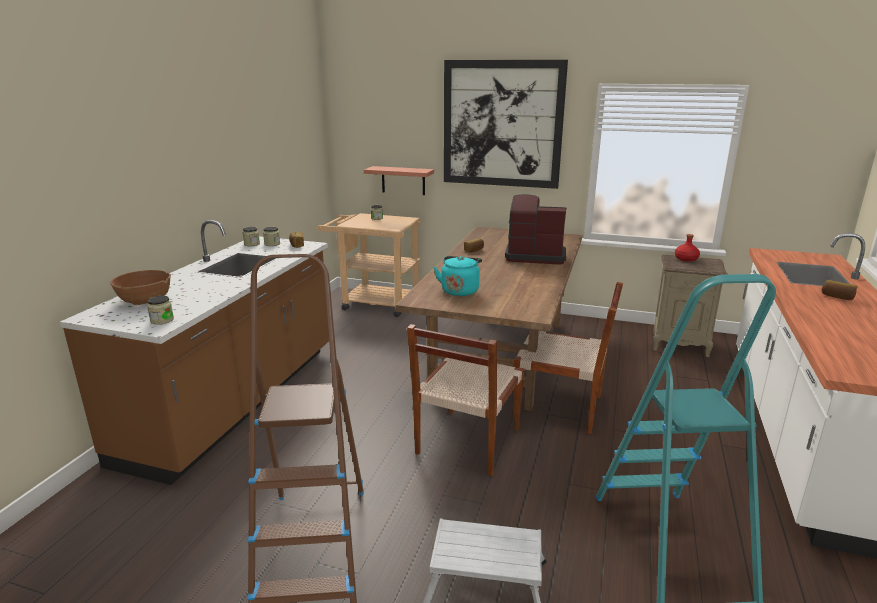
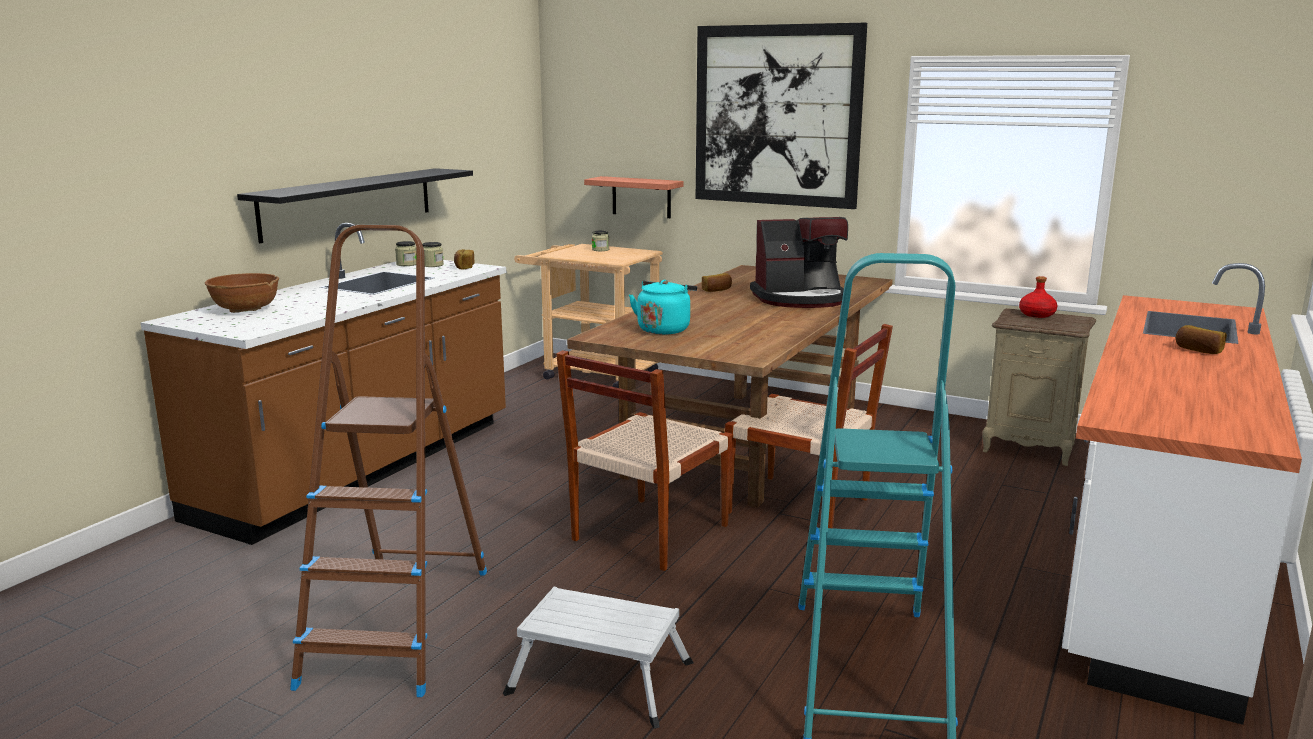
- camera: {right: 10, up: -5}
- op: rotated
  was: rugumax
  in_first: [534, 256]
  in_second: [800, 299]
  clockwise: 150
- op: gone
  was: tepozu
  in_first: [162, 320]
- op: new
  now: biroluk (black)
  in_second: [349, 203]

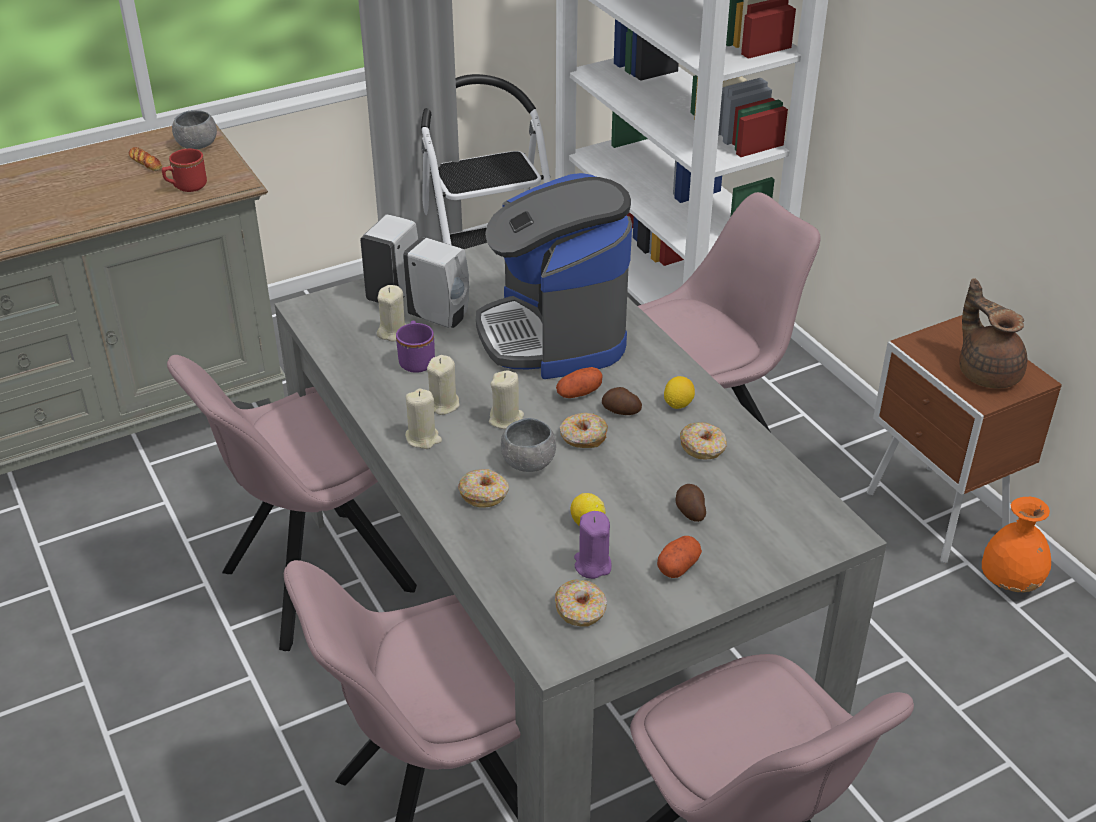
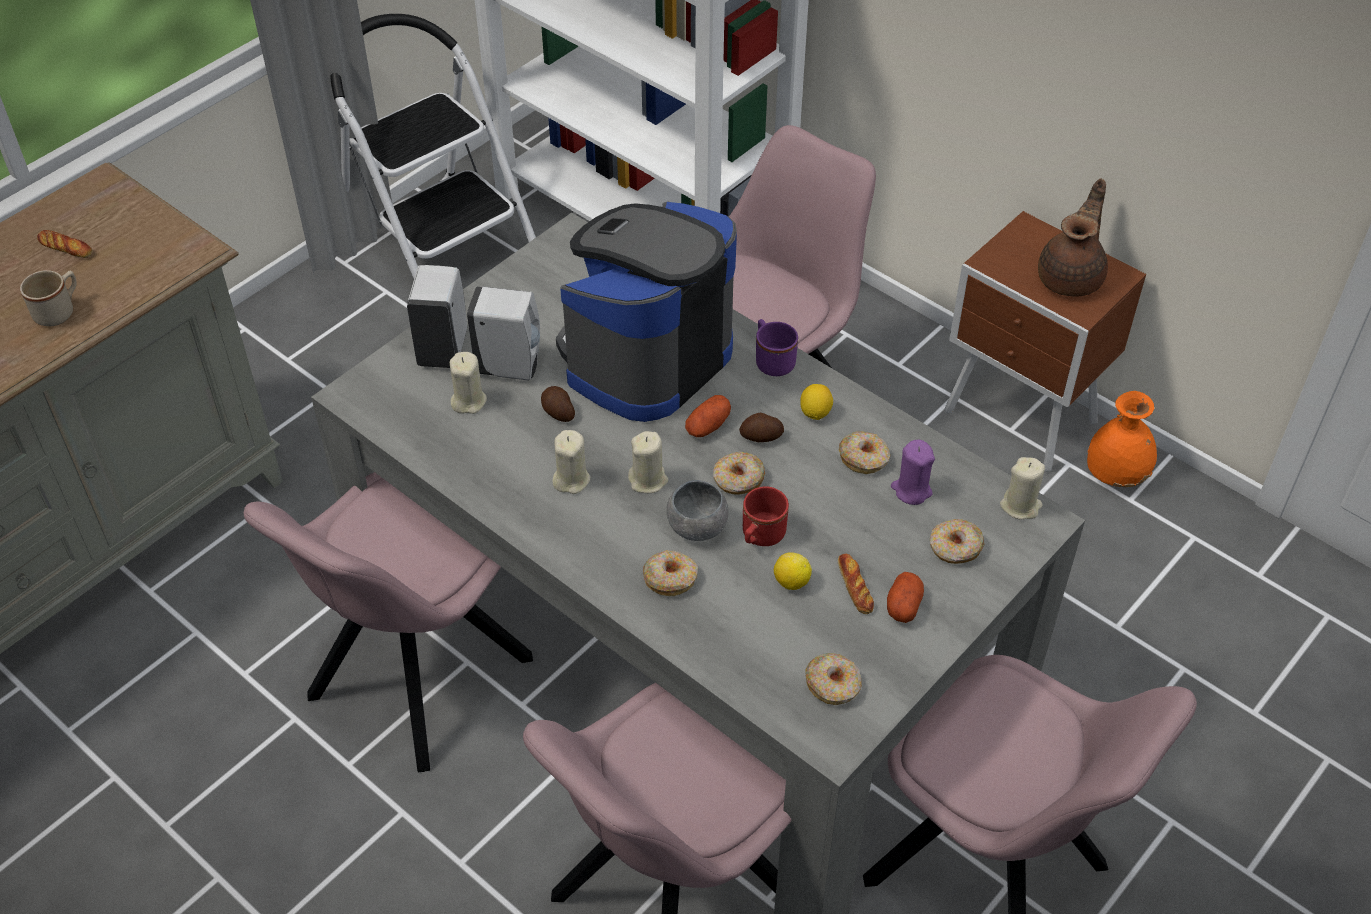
- camera: {right: -20, up: 10}
- op: gone
  was: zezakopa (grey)
  in_first: [197, 145]
- op: shifted
  was: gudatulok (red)
  in_first: [186, 187]
  in_second: [760, 537]
- op: rotated
  was: rugumax
  in_first: [554, 334]
  in_second: [645, 358]
  clockwise: 75
- op: rotated
  was: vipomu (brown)
  in_first: [987, 372]
  in_second: [1072, 277]
  clockwise: 75
- op: shifted
  was: gudatulok (purple)
  in_first: [416, 360]
  in_second: [772, 360]
- op: shifted
  was: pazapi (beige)
  in_first: [423, 438]
  in_second: [1020, 506]
- op: shifted
  was: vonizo
  in_first: [689, 511]
  in_second: [557, 412]
- op: shifted
  was: pazapi (purple)
  in_first: [592, 565]
  in_second: [911, 490]
- op: new
  now: gudatulok (beige)
  in_second: [59, 311]
- op: new
  now: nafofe
  in_second: [955, 548]
- op: new
  now: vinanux
  in_second: [854, 587]

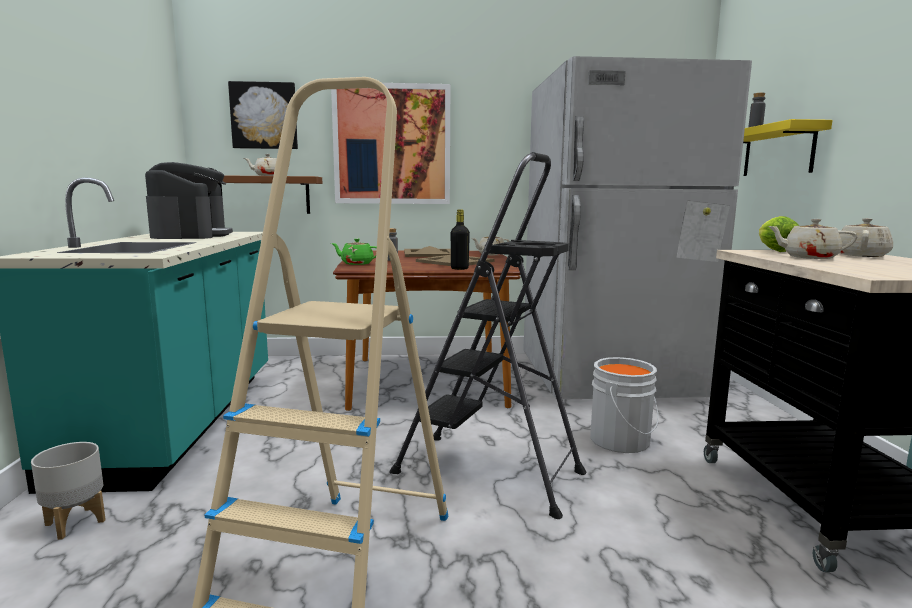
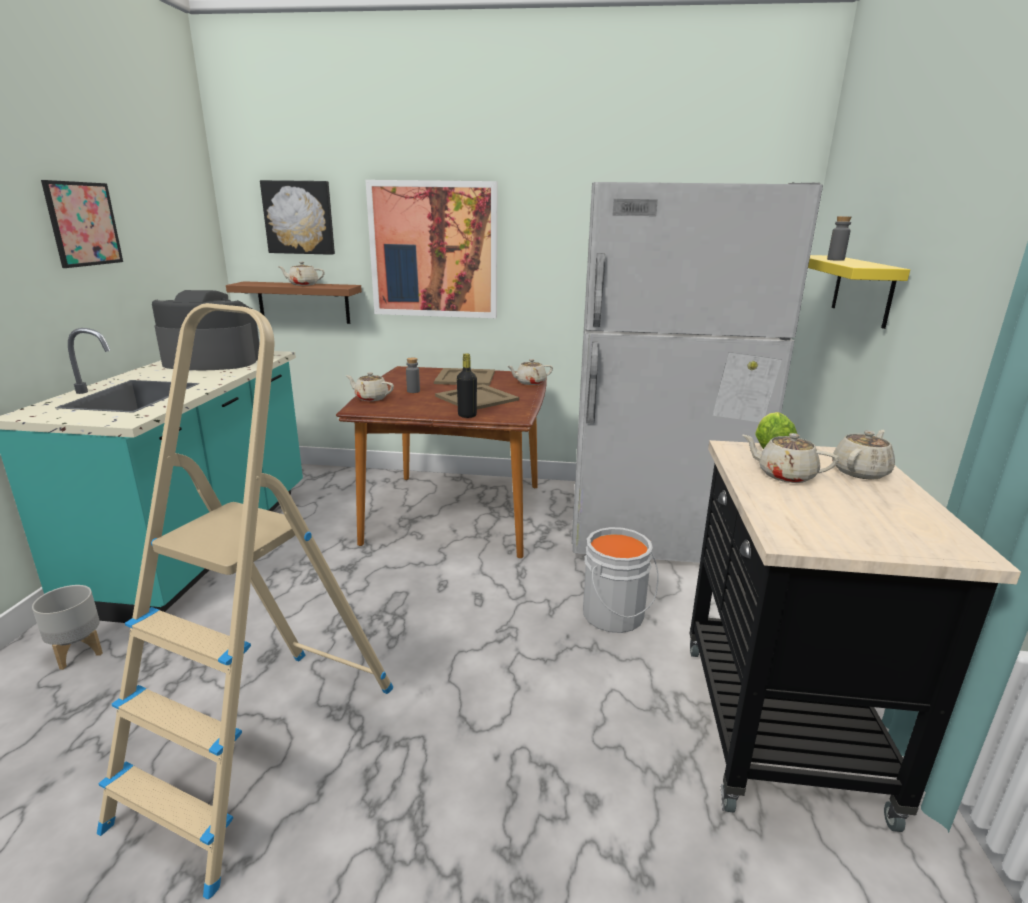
- camera: {right: 10, up: 10}
- op: gone
  was: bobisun
  in_first: [490, 472]
- op: rotated
  was: rugumax
  in_first: [191, 235]
  in_second: [211, 361]
  clockwise: -90
- op: repainted
  was: vipomu (green)
  now: vipomu (beige)
  in_first: [356, 263]
  in_second: [371, 398]
- op: new
  now: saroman
  in_second: [83, 224]

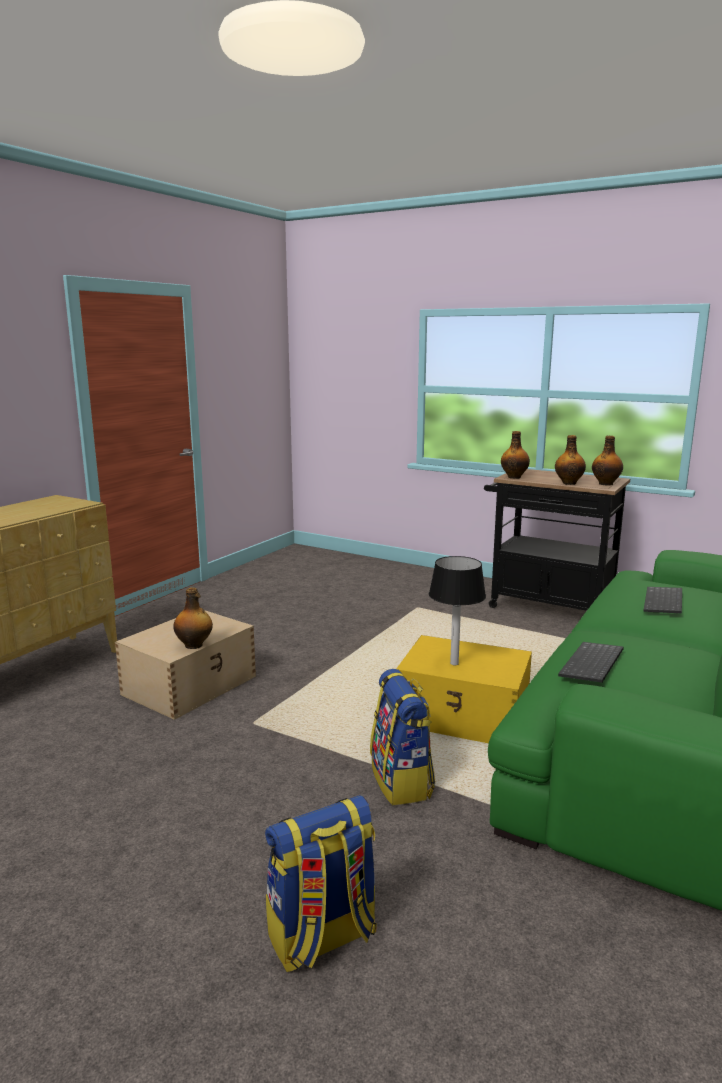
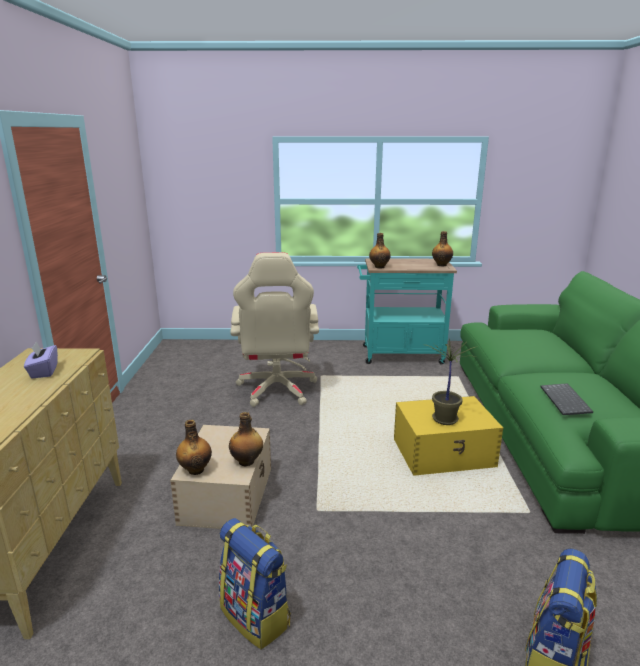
- camera: {right: -30, up: 5}
- op: shifted
  was: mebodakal
  in_first: [569, 483]
  in_second: [195, 469]
- op: repainted
  was: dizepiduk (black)
  now: dizepiduk (turquoise)
  in_first: [546, 607]
  in_second: [399, 355]
- op: swapped
  was: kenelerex
  now: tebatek
  in_first: [454, 663]
  in_second: [444, 419]
- op: gone
  was: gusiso
  in_first: [664, 602]
- op: shifted
  was: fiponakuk
  in_first: [402, 782]
  in_second: [256, 616]
- op: new
  now: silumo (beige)
  in_second: [277, 389]
- op: new
  now: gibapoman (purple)
  in_second: [43, 371]

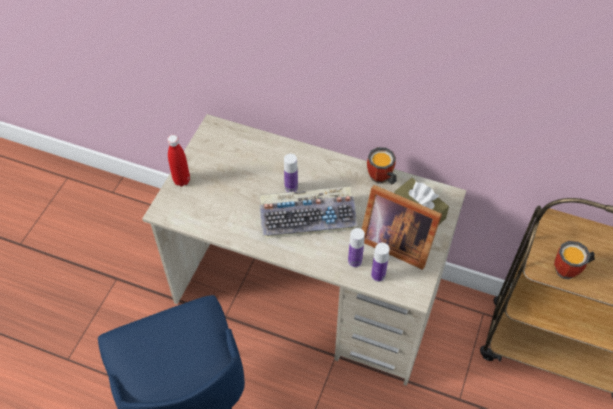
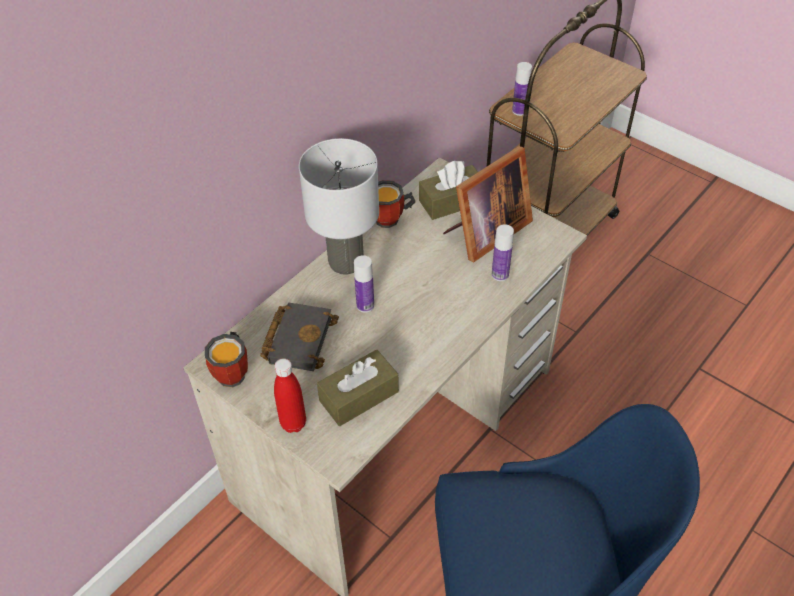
- camera: {right: -70, up: -5}
- op: gone
  was: gusiso
  in_first: [308, 216]
- op: shifted
  was: gudatulok
  in_first: [569, 271]
  in_second: [235, 372]
- op: shifted
  was: mebodakal
  in_first: [378, 275]
  in_second: [519, 111]
- op: new
  now: kenelerex (white)
  in_second: [347, 264]
- op: new
  now: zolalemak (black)
  in_second: [298, 338]
- op: new
  now: gibapoman (brown)
  in_second: [359, 396]

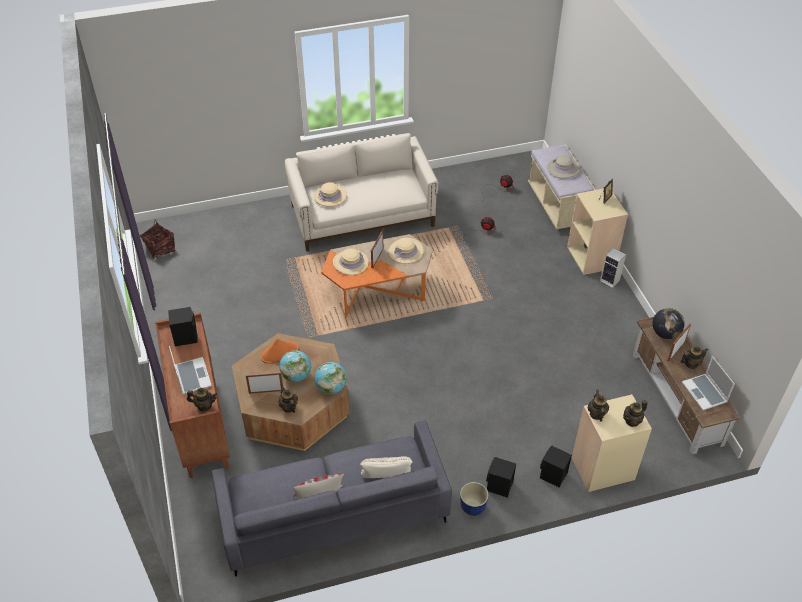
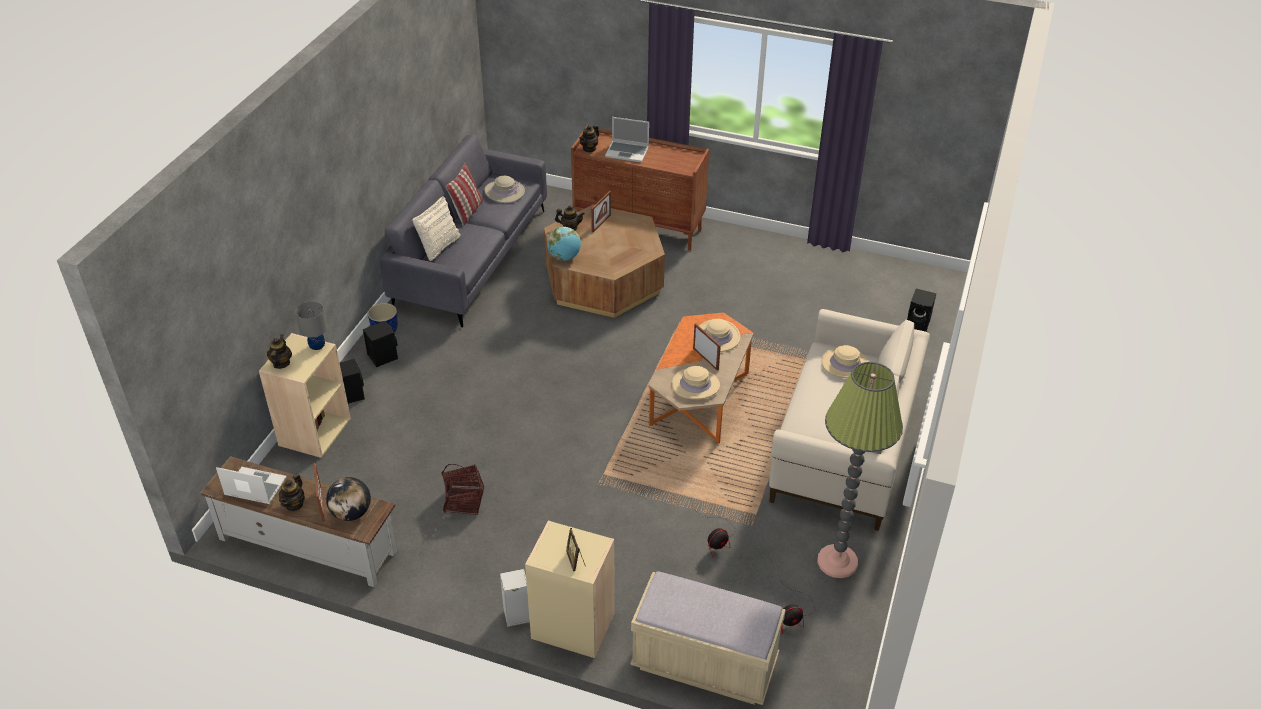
- camera: {right: 125, up: -5}
- op: shifted
  was: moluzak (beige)
  in_first: [563, 169]
  in_second: [504, 192]
- op: shifted
  was: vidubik
  in_first: [160, 248]
  in_second: [464, 501]
- op: shifted
  was: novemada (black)
  in_first: [185, 336]
  in_second: [918, 324]
- op: gone
  was: moluzak (orange)
  in_first: [279, 353]
- op: gone
  was: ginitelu
  in_first: [296, 376]
- op: swapped
  was: vipomu
  now: kenelerex (grey)
  in_first: [596, 414]
  in_second: [317, 346]
- op: new
  now: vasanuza
  in_second: [837, 562]

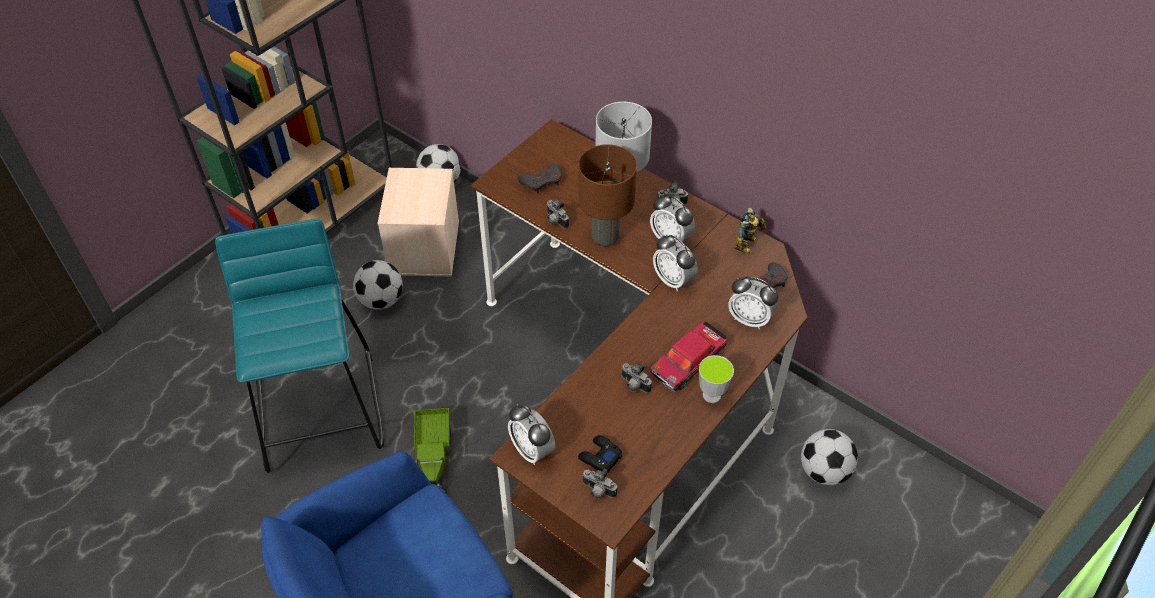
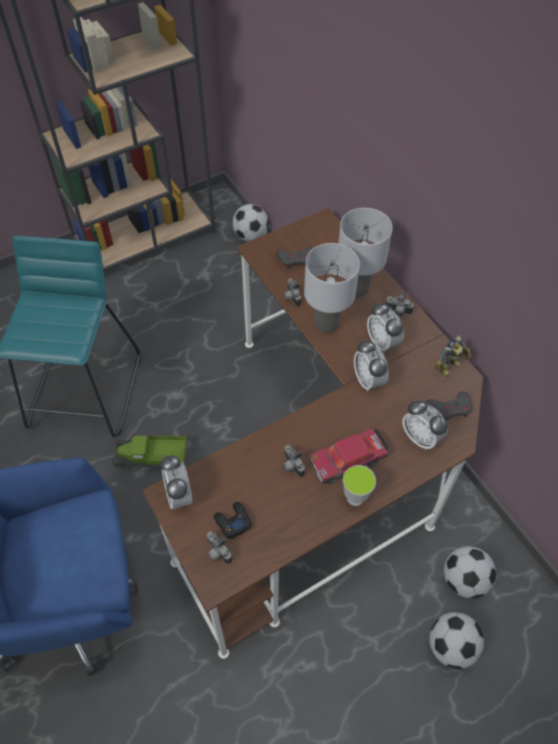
- camera: {right: 20, up: 5}
- op: repainted
  was: kenelerex (brown)
  now: kenelerex (white)
  in_first: [605, 239]
  in_second: [326, 326]
- op: gone
  was: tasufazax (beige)
  in_first: [425, 248]
- op: shifted
  was: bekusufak
  in_first: [381, 301]
  in_second: [450, 647]
- op: rotated
  was: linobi
  in_first: [434, 458]
  in_second: [151, 458]
  clockwise: 75

